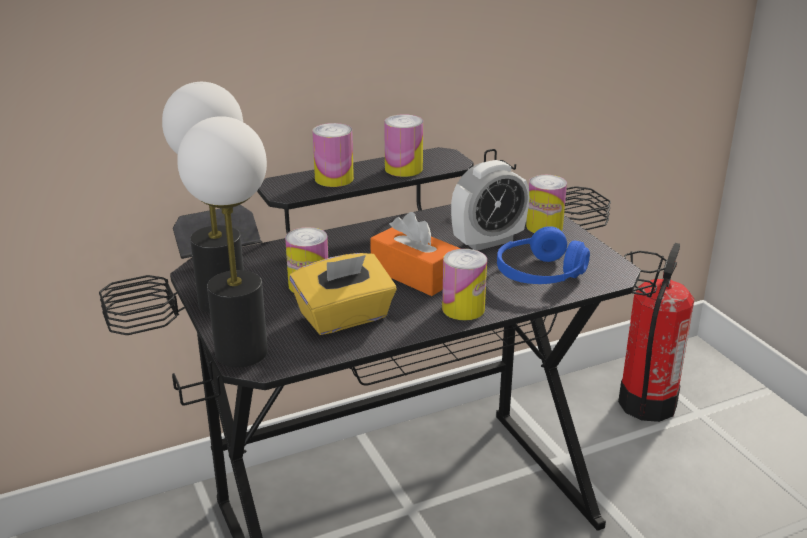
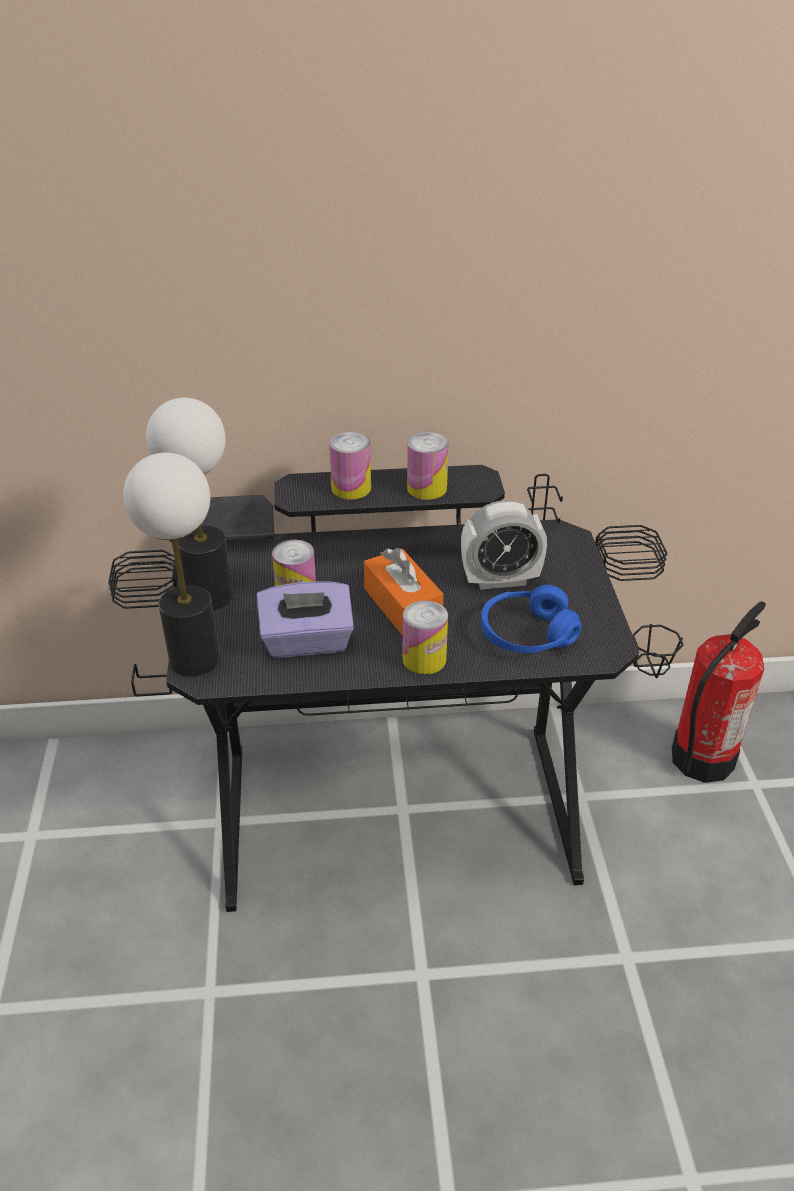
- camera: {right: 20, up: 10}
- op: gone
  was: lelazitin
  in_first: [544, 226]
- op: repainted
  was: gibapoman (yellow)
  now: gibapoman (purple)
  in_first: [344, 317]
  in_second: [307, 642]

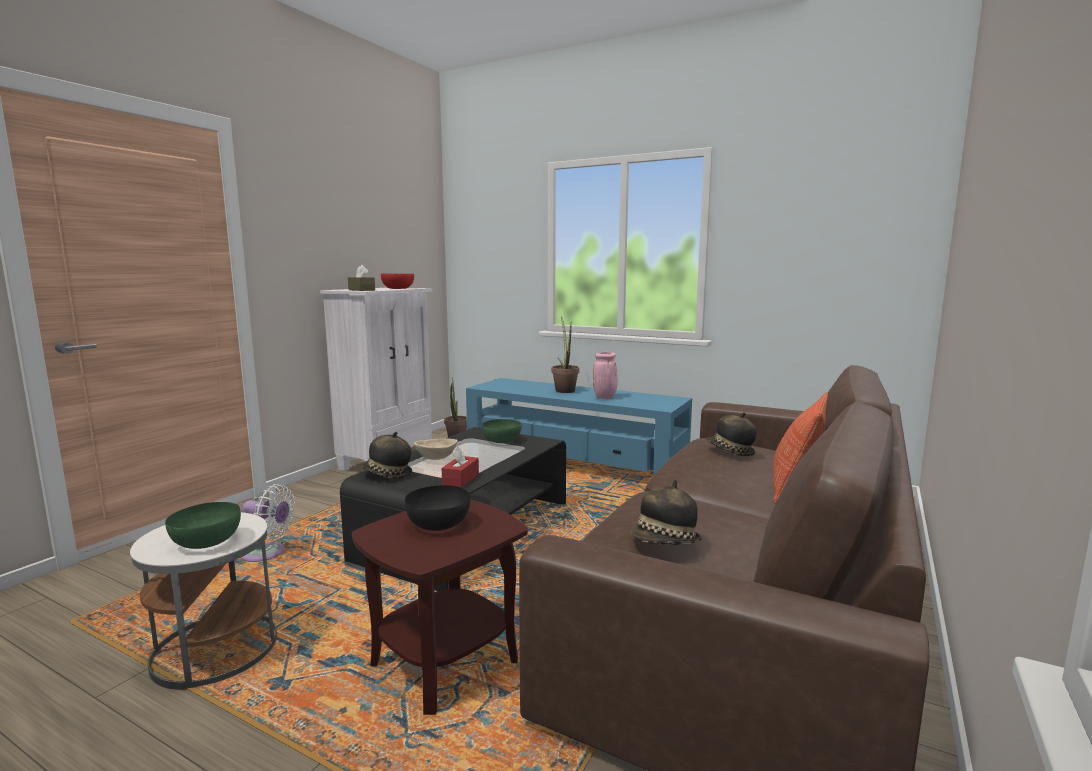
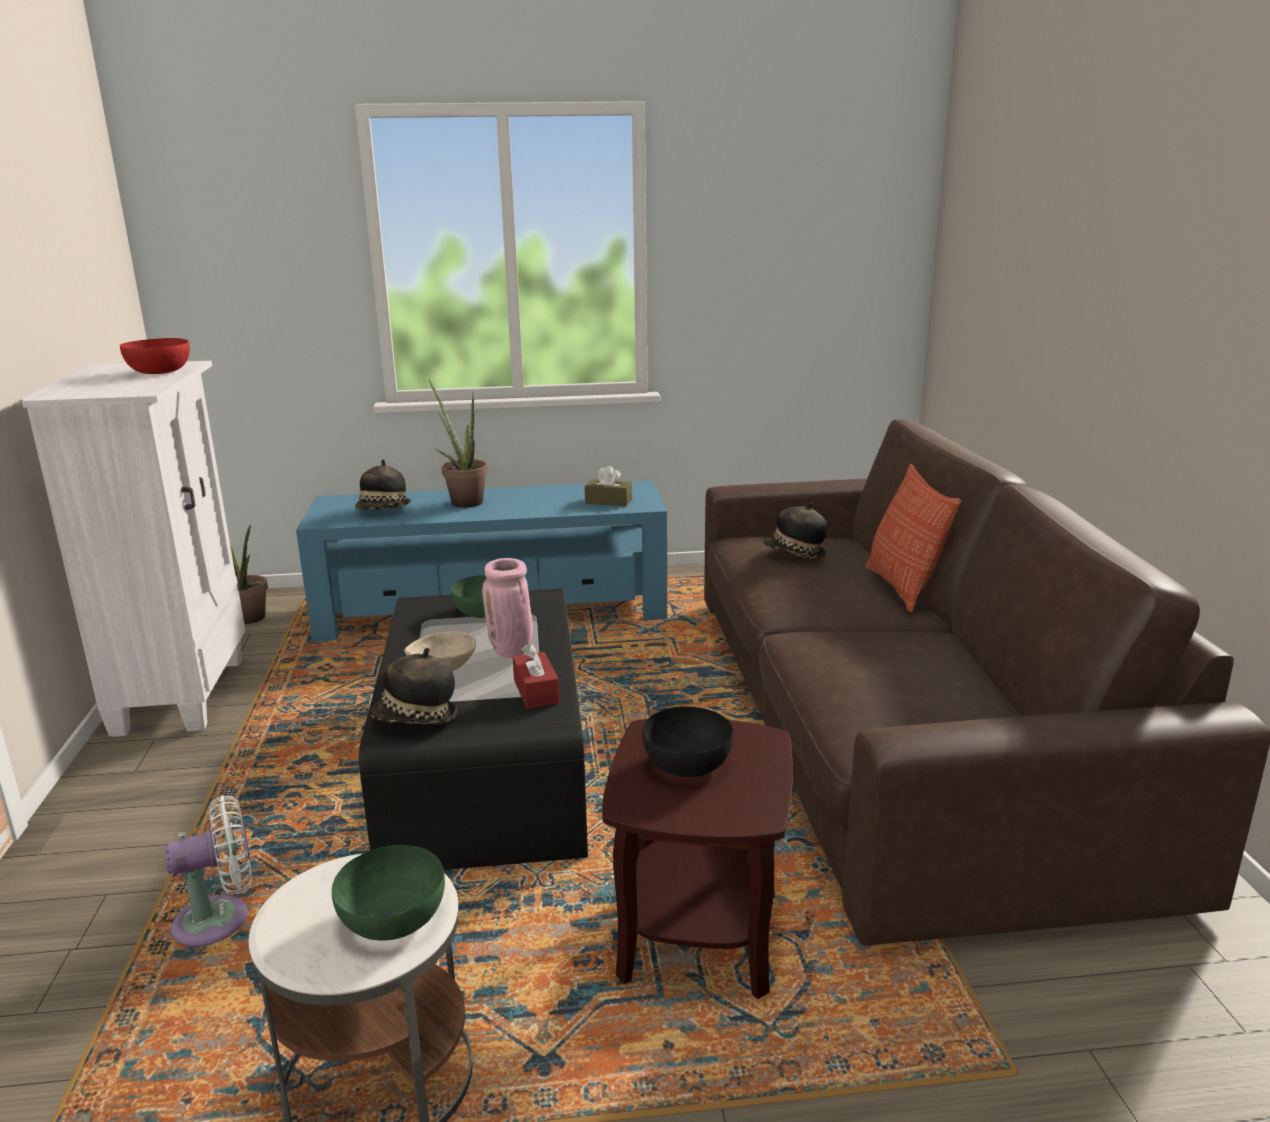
- camera: {right: -35, up: 10}
- op: shifted
  was: gibapoman (brown)
  in_first: [361, 290]
  in_second: [608, 501]
- op: shifted
  was: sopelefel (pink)
  in_first: [605, 398]
  in_second: [512, 652]
- op: shifted
  was: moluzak
  in_first: [665, 543]
  in_second: [384, 510]

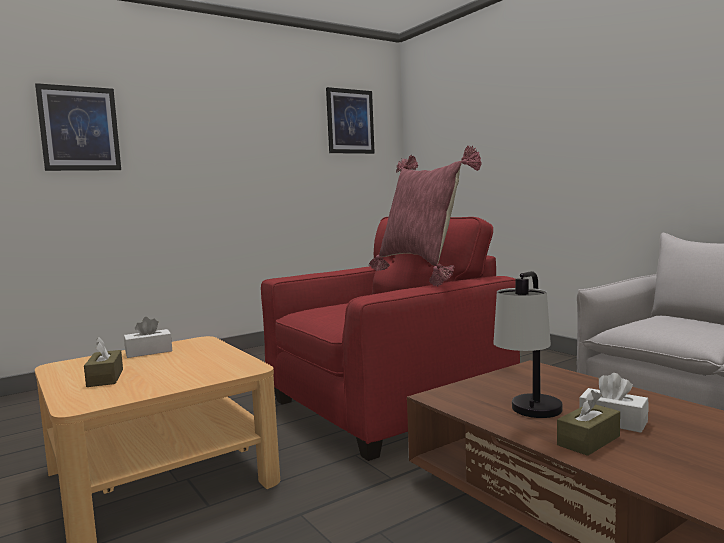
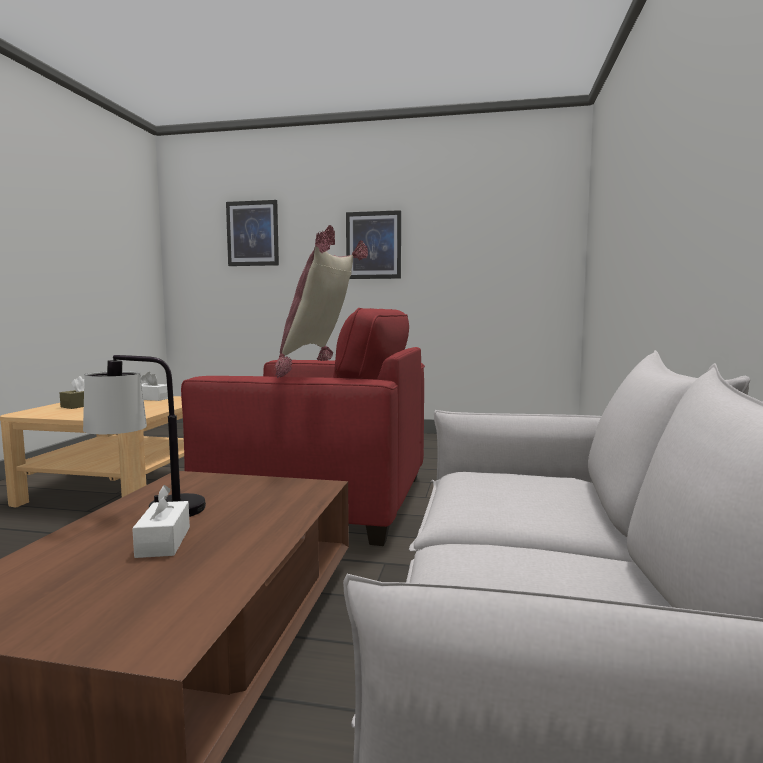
- camera: {right: 45, up: 0}
- op: shifted
  was: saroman
  in_first: [350, 121]
  in_second: [373, 245]
- op: gone
  was: gibapoman (brown)
  in_first: [588, 441]

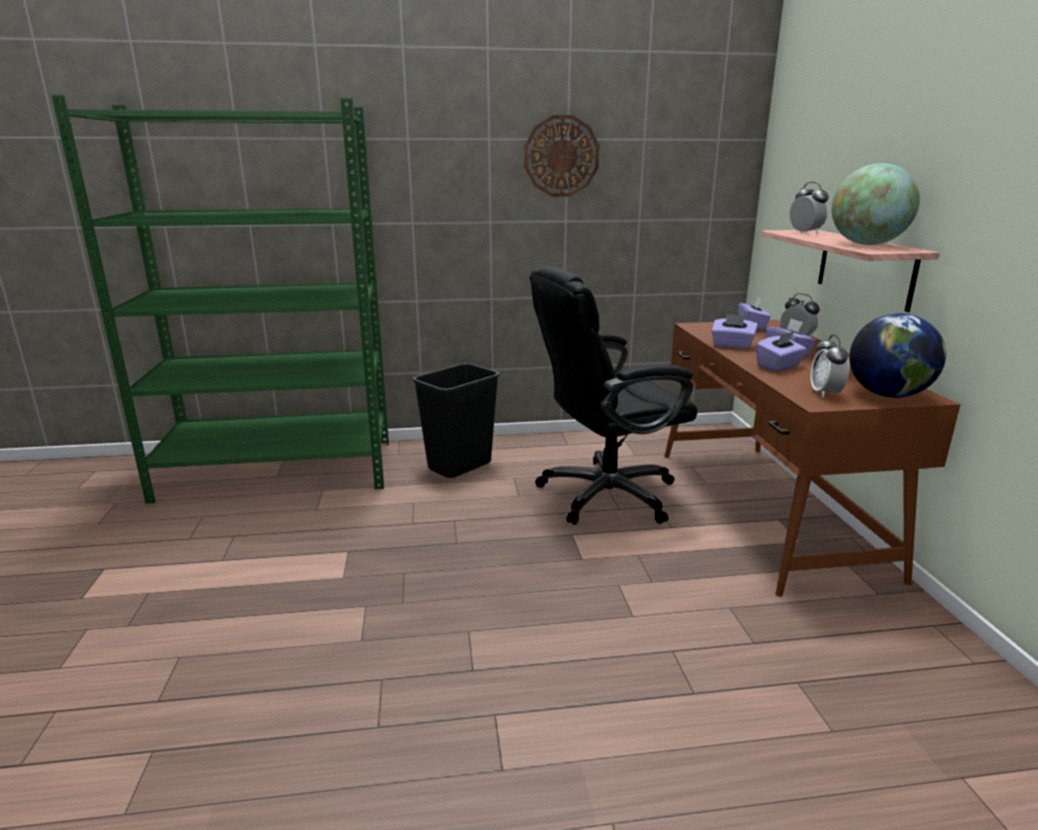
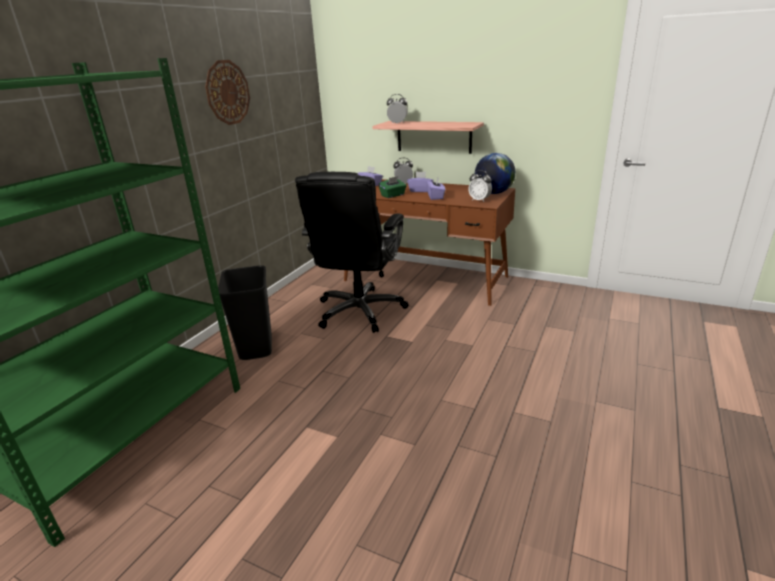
- camera: {right: -55, up: 5}
- op: gone
  was: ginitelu
  in_first: [867, 244]
- op: repainted
  was: gibapoman (purple)
  now: gibapoman (green)
  in_first: [732, 345]
  in_second: [393, 195]

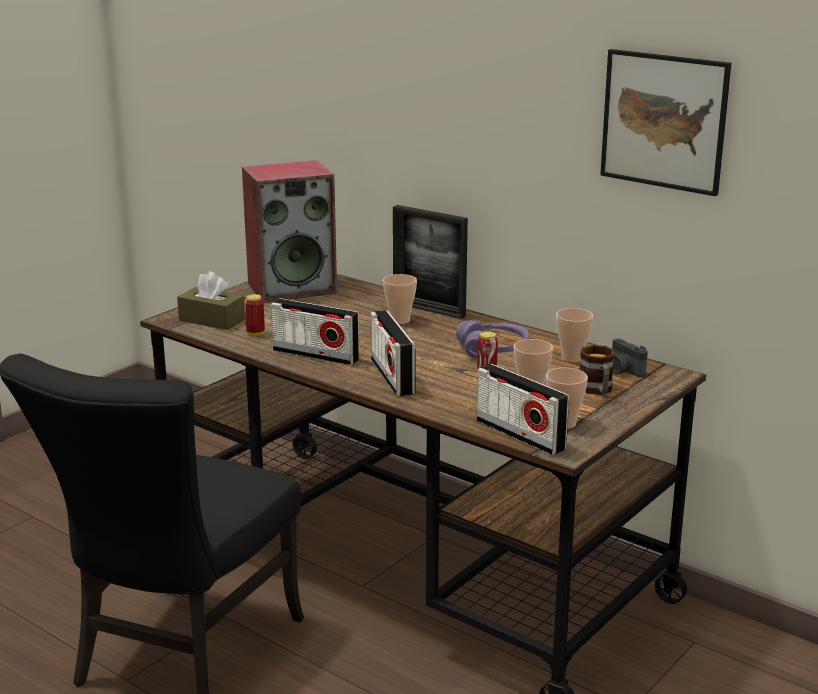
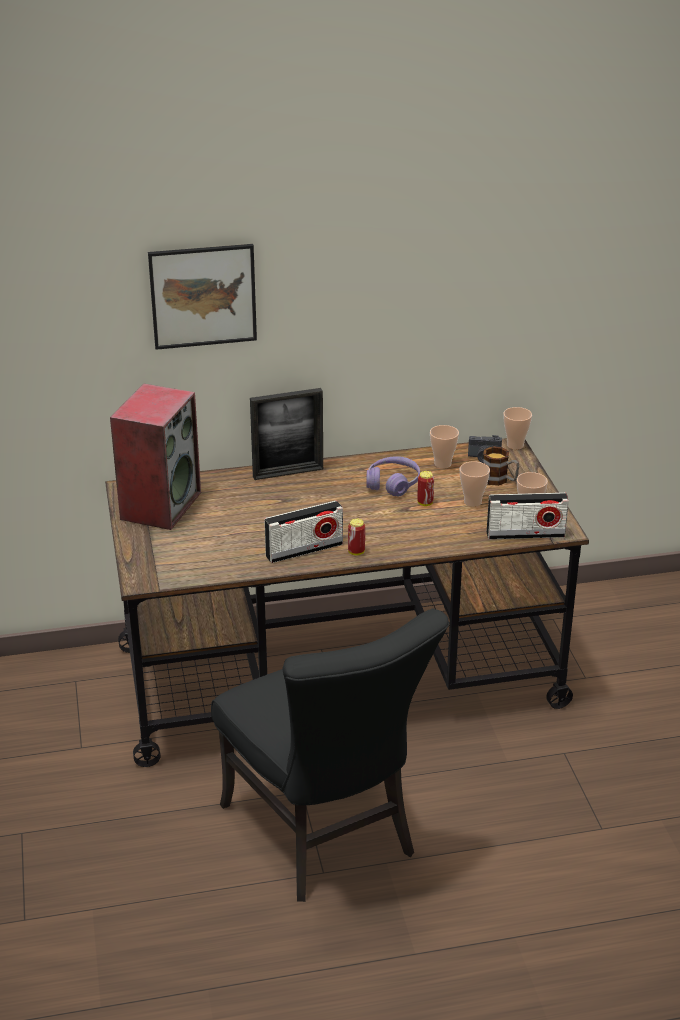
- camera: {right: -50, up: 10}
- op: shifted
  was: saroman
  in_first: [664, 121]
  in_second: [203, 296]
- op: gone
  was: gibapoman (brown)
  in_first: [212, 320]
- op: shifted
  was: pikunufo
  in_first: [400, 320]
  in_second: [515, 445]
- op: shifted
  was: lelazitin
  in_first: [255, 333]
  in_second: [356, 552]
- op: gone
  was: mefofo
  in_first: [392, 376]

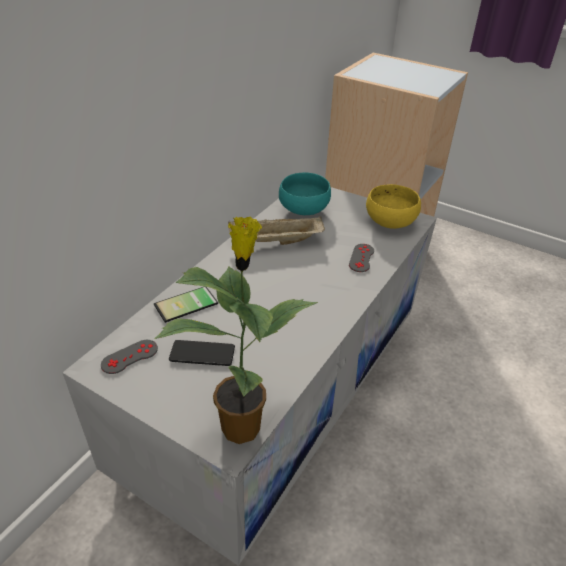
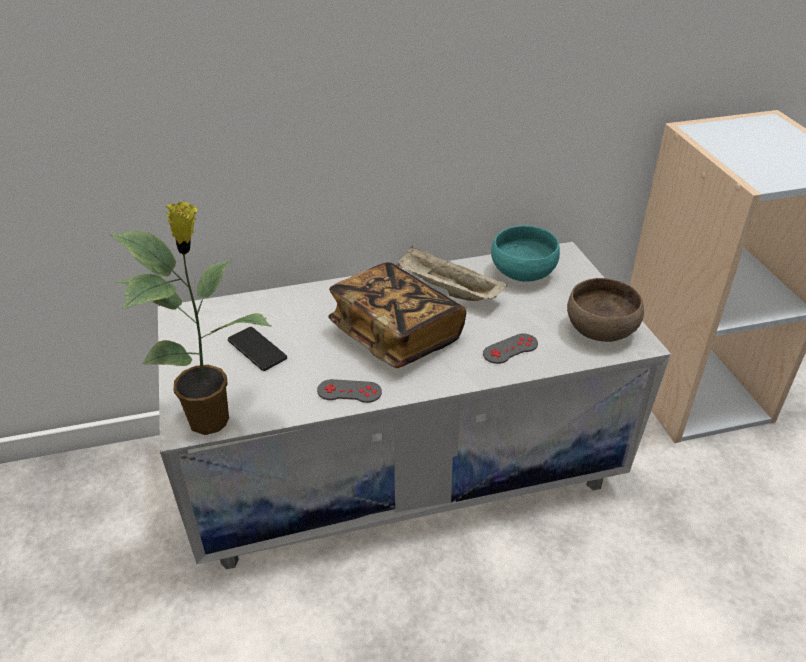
- camera: {right: 45, up: 0}
- op: repainted
  was: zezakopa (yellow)
  now: zezakopa (brown)
  in_first: [389, 222]
  in_second: [599, 329]
- op: gone
  was: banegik
  in_first: [187, 306]
- op: shifted
  was: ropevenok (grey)
  in_first: [129, 357]
  in_second: [349, 391]
- op: new
  now: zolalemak
  in_second: [396, 335]

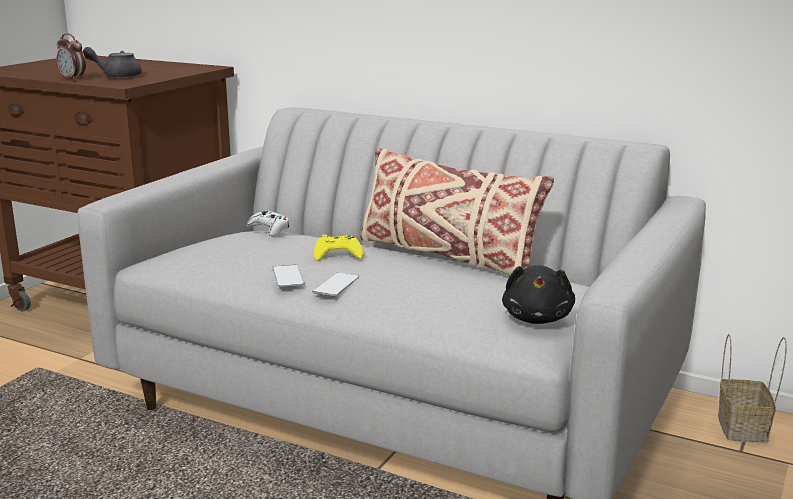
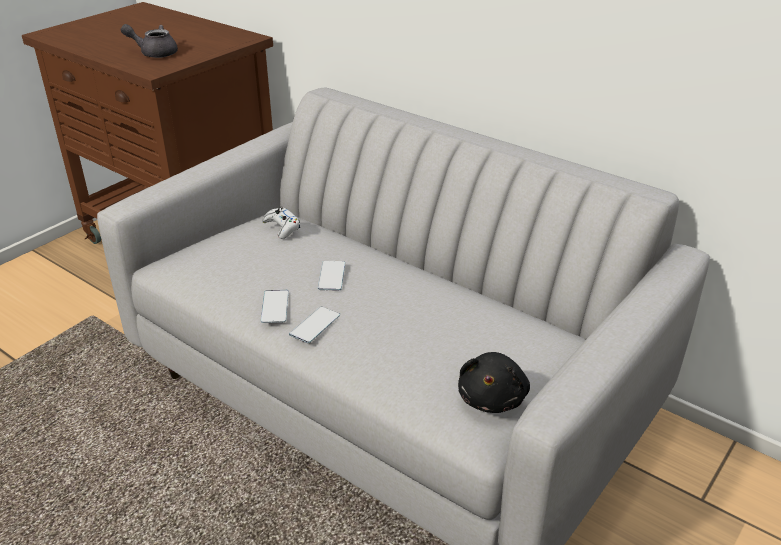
- camera: {right: 10, up: 15}
- op: gone
  was: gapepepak
  in_first: [73, 79]
- op: gone
  was: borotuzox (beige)
  in_first: [447, 257]
- op: swapped
  was: ropevenok (yellow)
  now: banegik
  in_first: [337, 254]
  in_second: [331, 276]
- op: gone
  was: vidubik
  in_first: [744, 429]

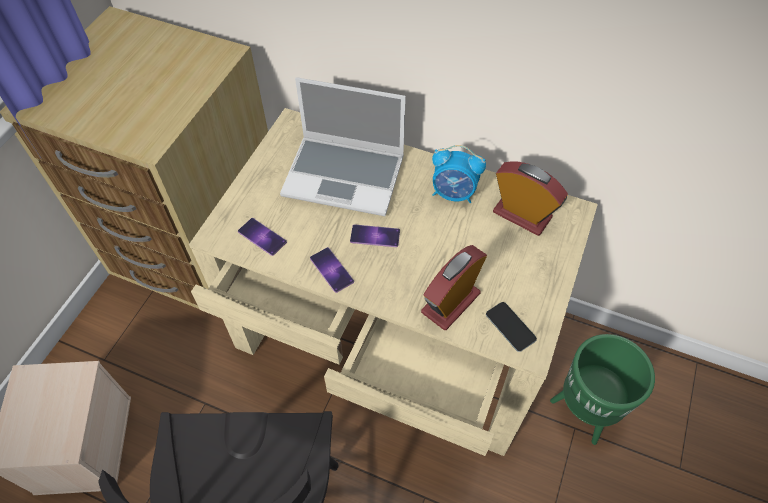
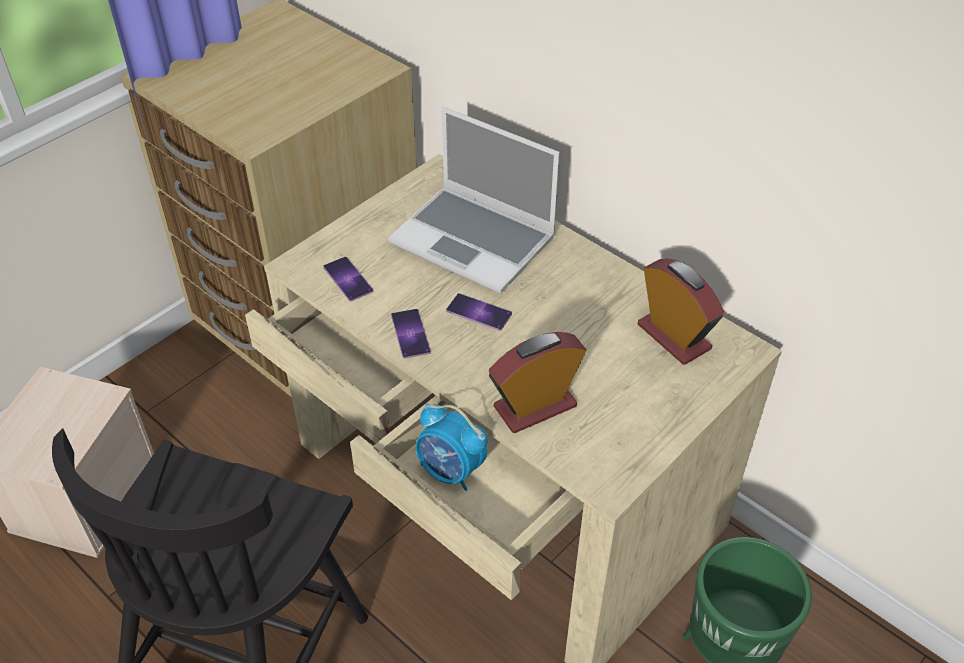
- camera: {right: 20, up: -10}
- op: shifted
  was: gapepepak
  in_first: [454, 193]
  in_second: [451, 471]
- op: gone
  was: banegik
  in_first: [510, 326]

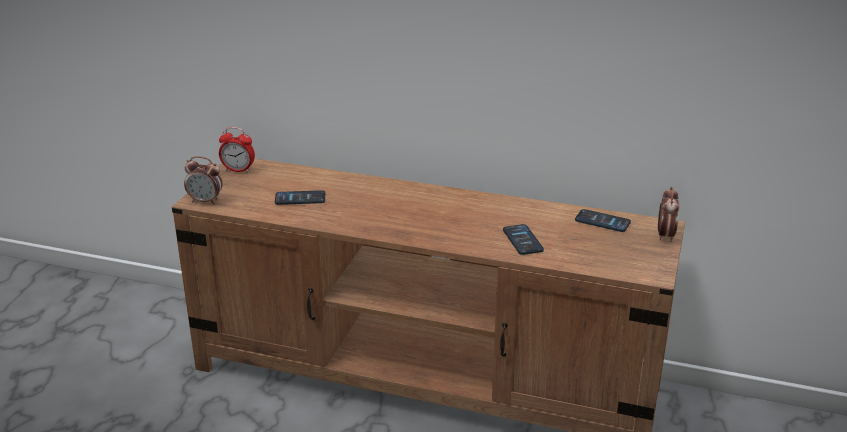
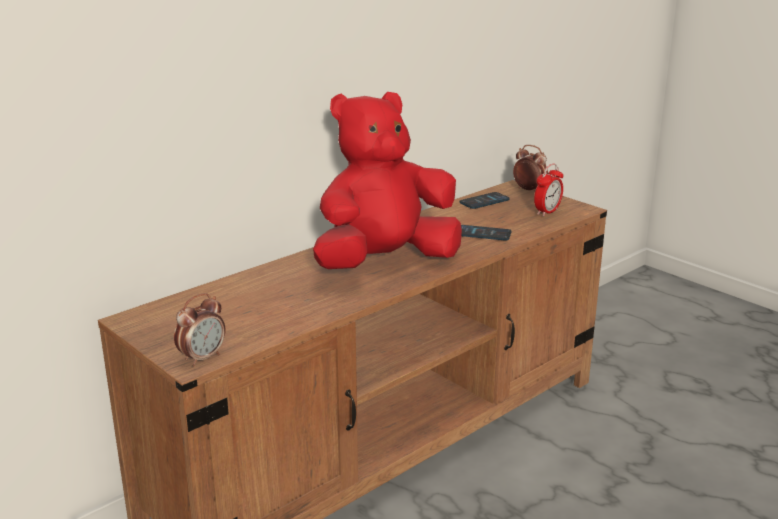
- camera: {right: -60, up: -5}
- op: shifted
  was: gapepepak
  in_first: [238, 170]
  in_second: [547, 212]
- op: gone
  was: banegik
  in_first: [300, 198]
- op: new
  now: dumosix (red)
  in_second: [385, 262]

